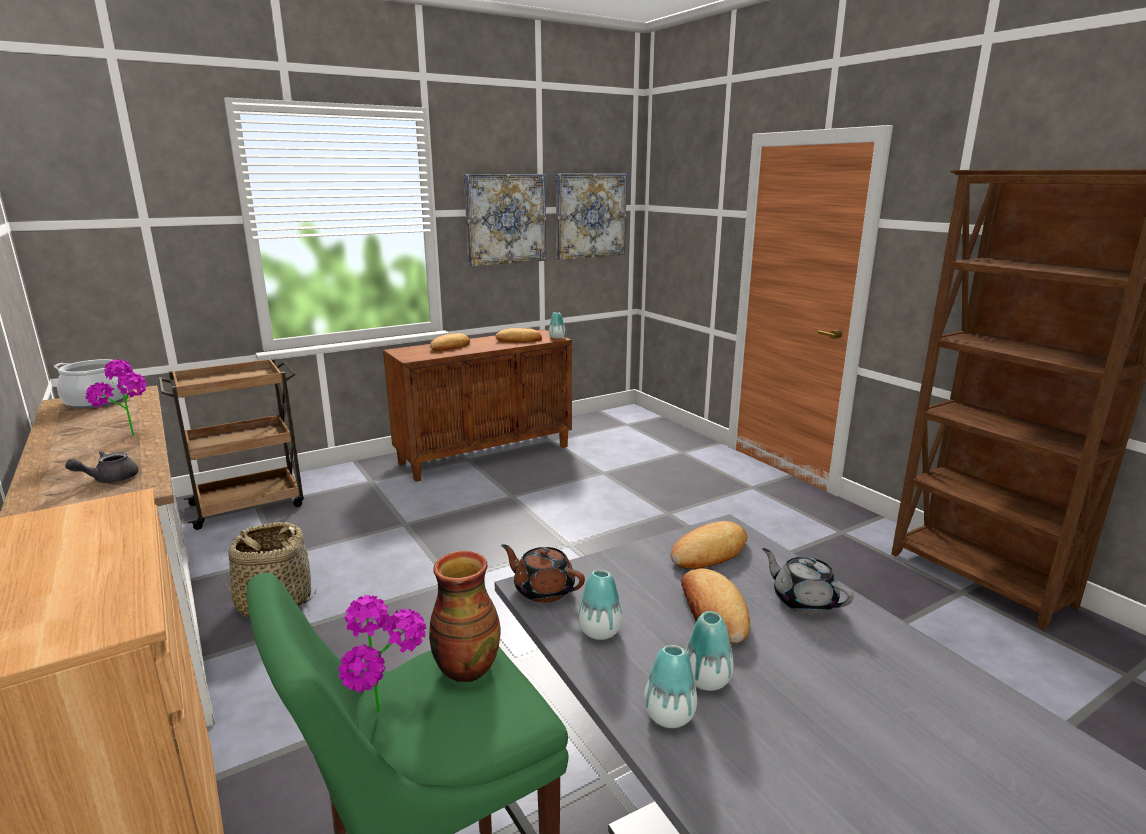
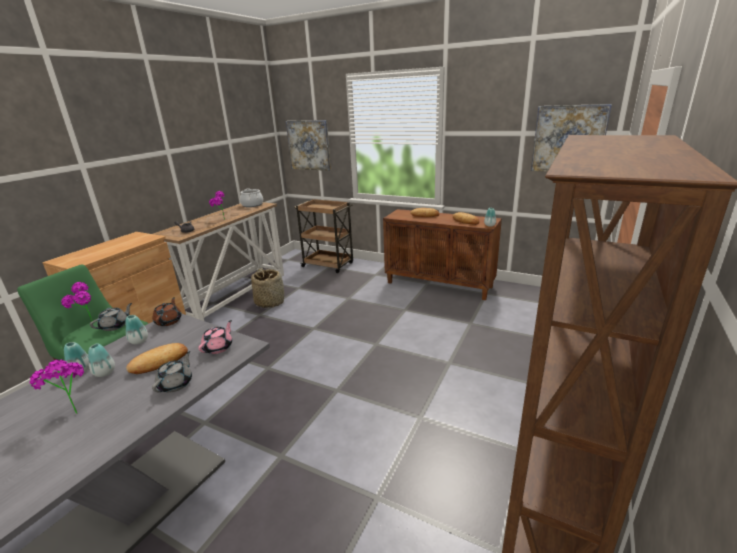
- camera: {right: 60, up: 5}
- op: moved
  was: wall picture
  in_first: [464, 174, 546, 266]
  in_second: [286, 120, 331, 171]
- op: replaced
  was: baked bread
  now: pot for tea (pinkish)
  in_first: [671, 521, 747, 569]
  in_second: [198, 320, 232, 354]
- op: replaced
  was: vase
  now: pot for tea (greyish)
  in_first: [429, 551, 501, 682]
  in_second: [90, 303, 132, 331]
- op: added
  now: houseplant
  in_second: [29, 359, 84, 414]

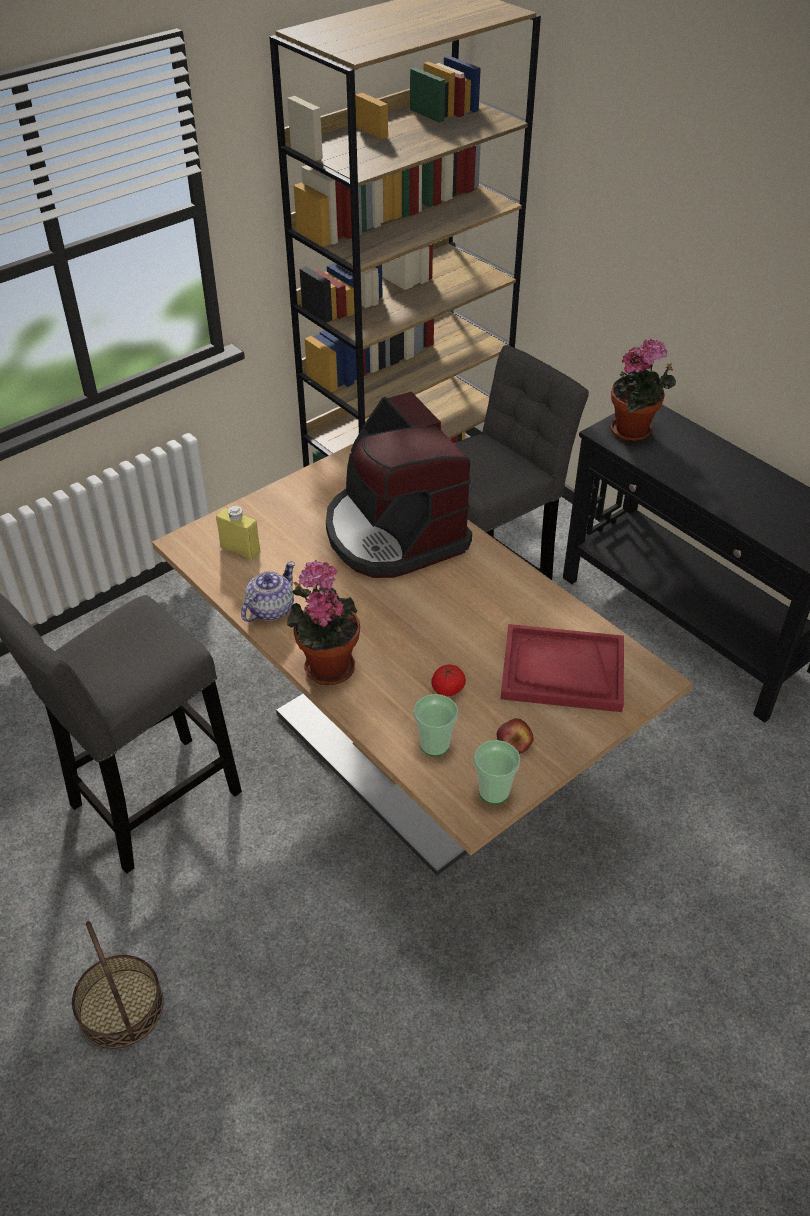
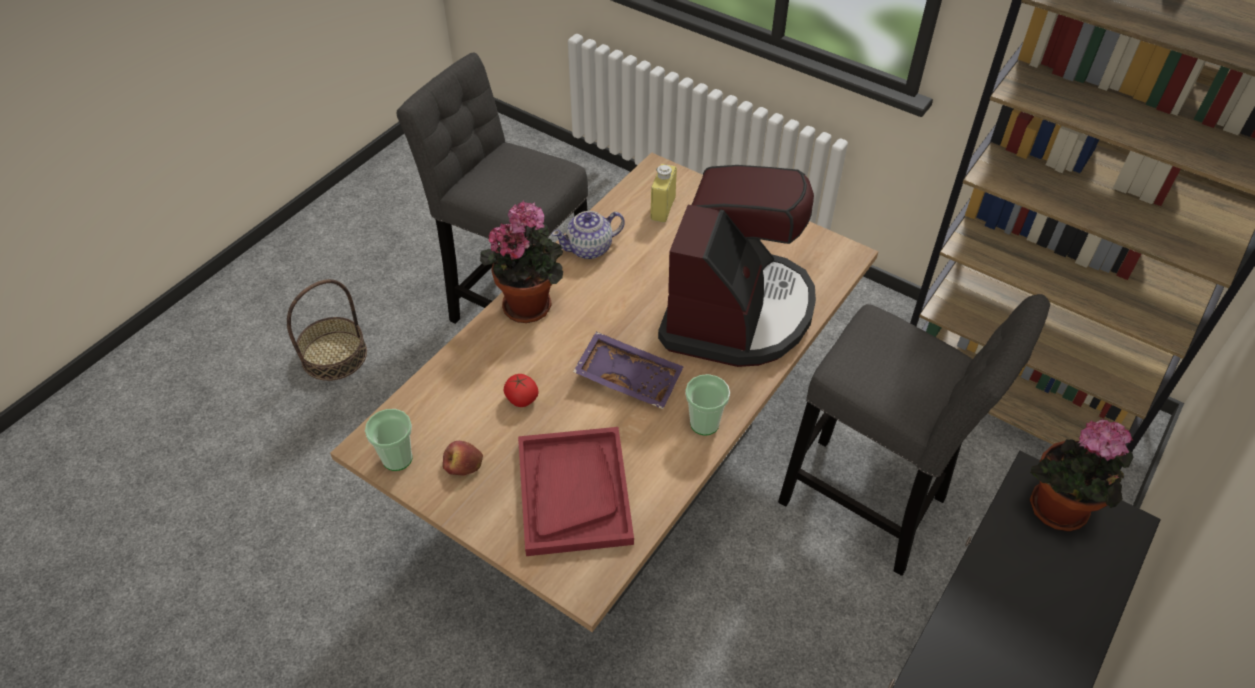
- camera: {right: 75, up: 5}
- op: turned
  was: coffee maker
  in_first: [326, 392, 472, 578]
  in_second: [658, 165, 816, 367]
  clockwise: 150
- op: turned
  was: pot for tea
  in_first: [241, 561, 295, 622]
  in_second: [552, 211, 625, 259]
  clockwise: 135
- op: moved
  was: small cup
  in_first: [414, 694, 458, 756]
  in_second: [685, 374, 730, 436]
- op: added
  now: serving tray (purple-coloured)
  in_second: [573, 331, 683, 409]

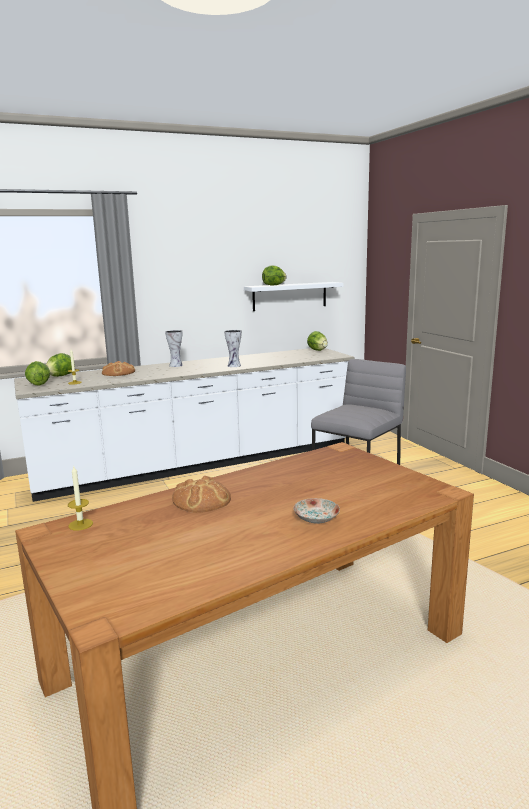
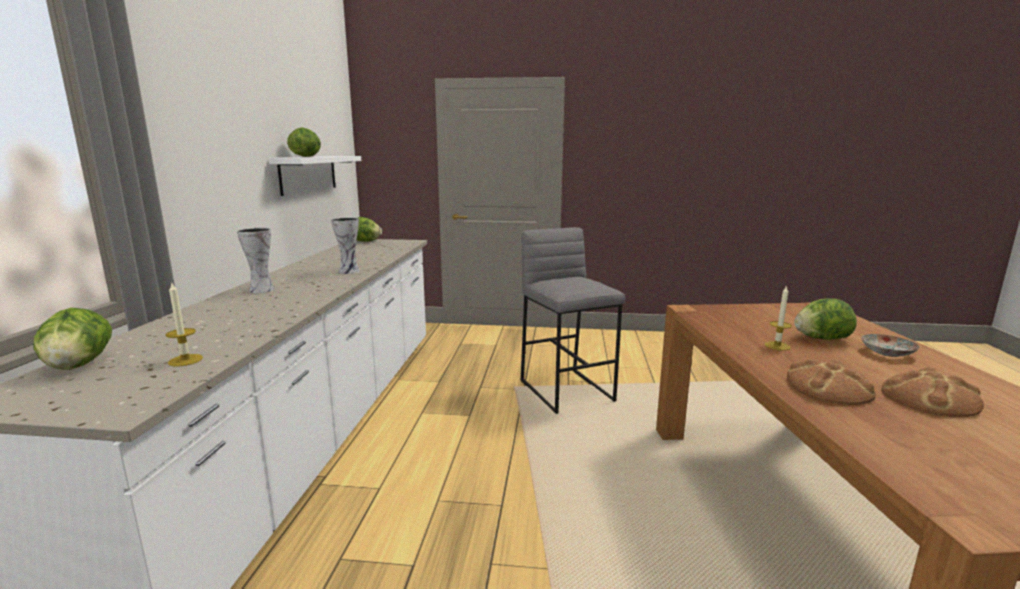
- camera: {right: -60, up: 0}
- op: moved
  was: lettuce
  in_first: [25, 361, 50, 386]
  in_second: [794, 298, 857, 340]
- op: moved
  was: baked bread
  in_first: [102, 361, 135, 376]
  in_second: [881, 367, 984, 417]
- op: moved
  was: wax candle
  in_first: [68, 466, 93, 530]
  in_second: [765, 285, 792, 351]

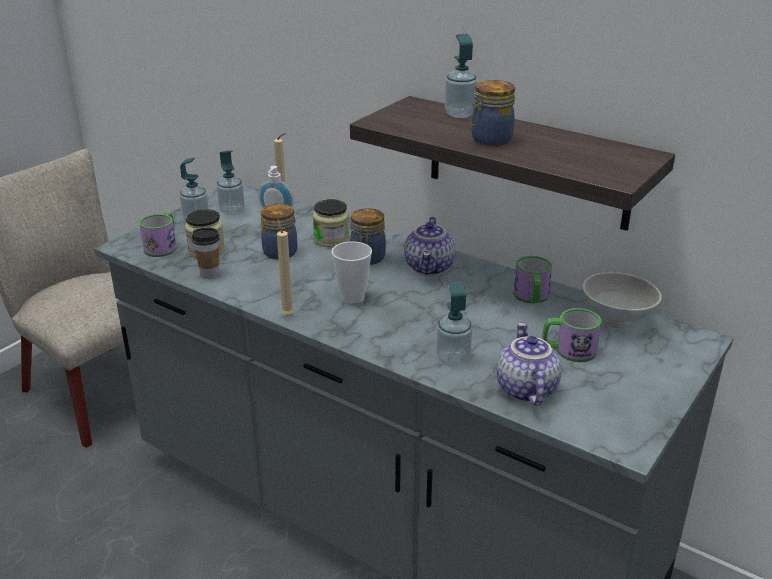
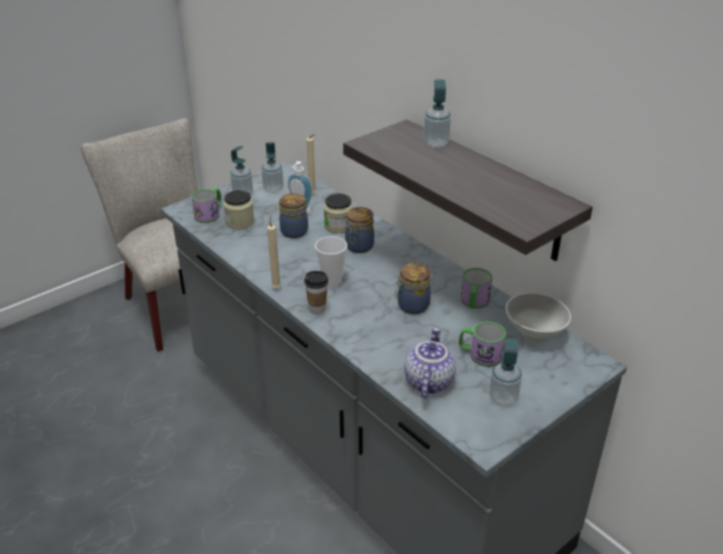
- camera: {right: 15, up: 5}
- op: moved
  was: storage jar
  in_first: [471, 80, 515, 146]
  in_second: [395, 263, 431, 314]
- op: removed
  was: pot for tea
  in_first: [404, 217, 456, 276]
- op: moved
  was: small cup
  in_first: [192, 228, 220, 279]
  in_second: [304, 271, 328, 315]
- op: moved
  was: soap dispenser
  in_first: [436, 281, 472, 367]
  in_second: [489, 338, 522, 407]

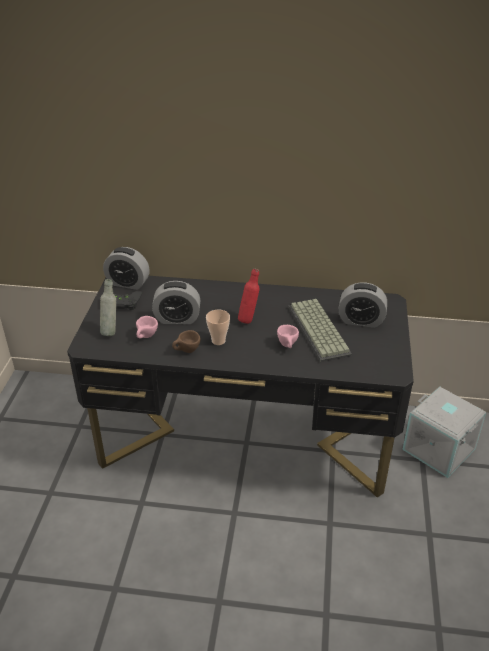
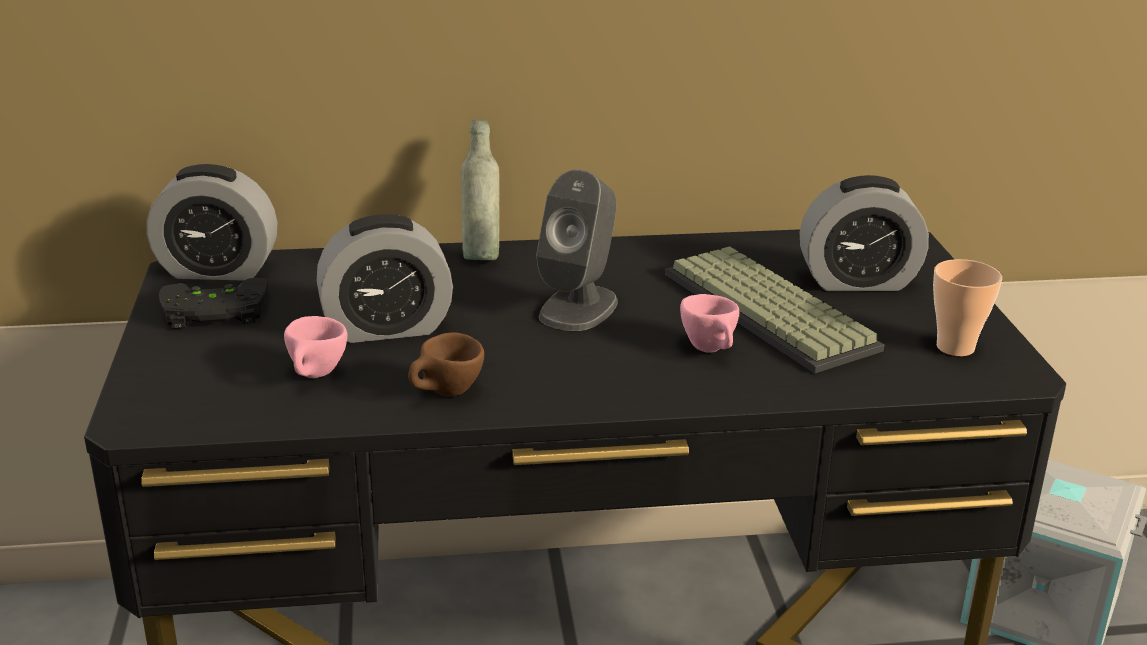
- camera: {right: -15, up: -10}
- op: replaced
  was: beverage bottle (red-coloured)
  now: loudspeaker (greyish)
  in_first: [238, 268, 260, 324]
  in_second: [536, 170, 618, 331]
- op: moved
  was: beverage bottle (greyish)
  in_first: [100, 279, 116, 336]
  in_second: [461, 120, 499, 260]
- op: moved
  was: small cup
  in_first: [206, 310, 230, 345]
  in_second: [933, 259, 1002, 356]

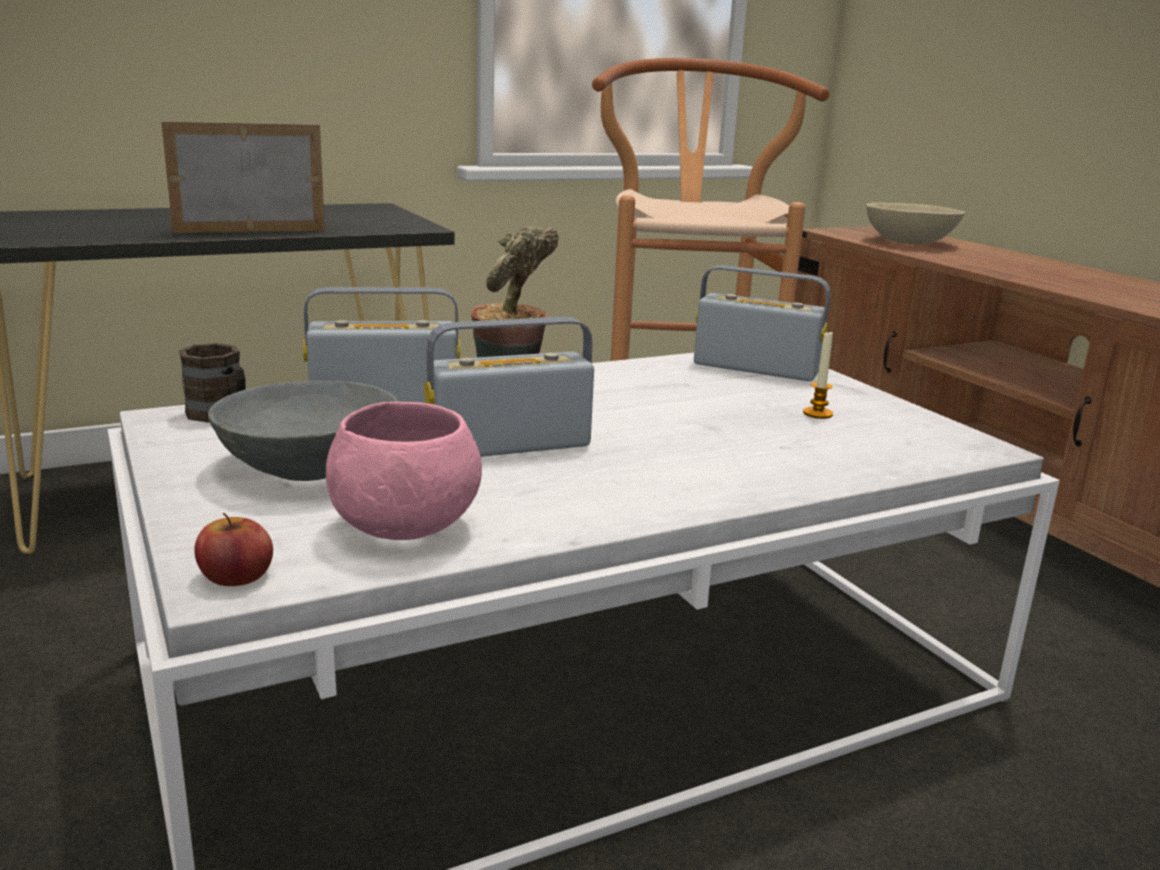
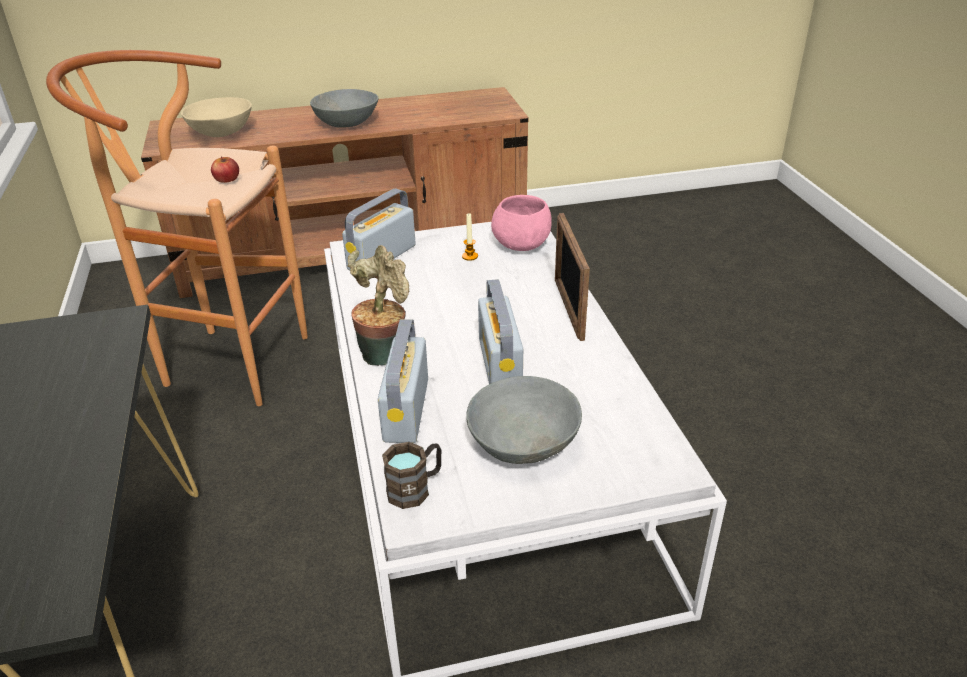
- camera: {right: -75, up: 15}
- op: moved
  was: standing frame
  in_first: [162, 122, 325, 233]
  in_second: [555, 213, 590, 341]
- op: moved
  was: bowl (pinkish)
  in_first: [326, 402, 482, 540]
  in_second: [491, 195, 552, 251]
- op: moved
  was: apple
  in_first: [194, 513, 273, 586]
  in_second: [211, 156, 239, 183]
- op: added
  now: bowl (greyish)
  in_second: [310, 89, 379, 128]

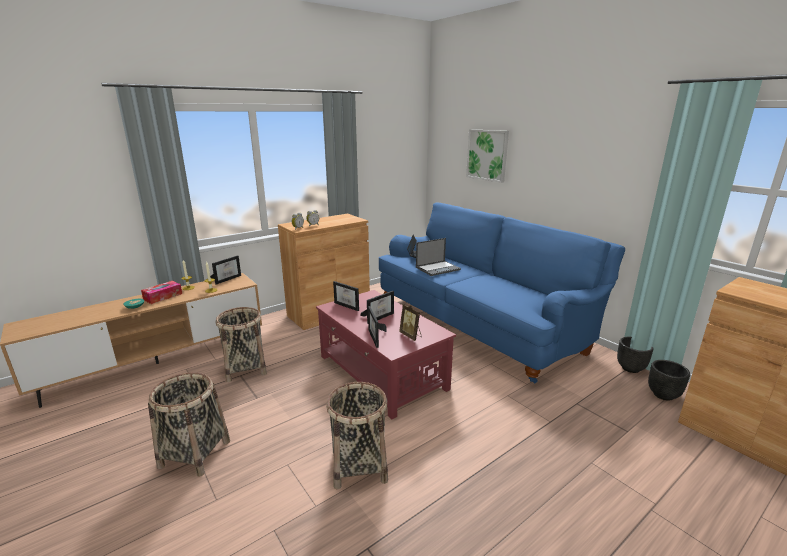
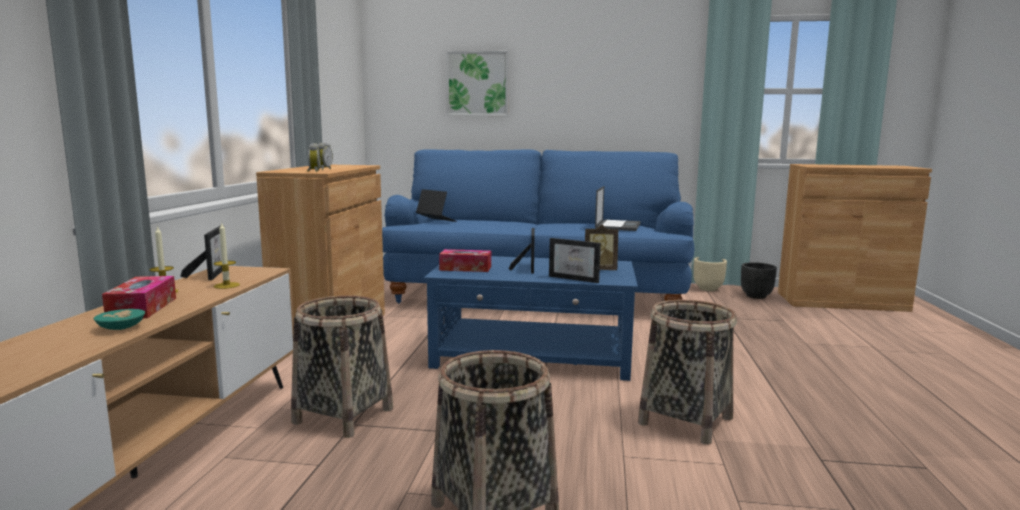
- camera: {right: -45, up: -10}
- op: moved
  was: portable computer
  in_first: [416, 238, 461, 276]
  in_second: [595, 186, 641, 231]
- op: replaced
  was: standing frame
  now: tissue box
  in_first: [333, 281, 359, 311]
  in_second: [439, 249, 491, 272]
- op: recoloured
  was: coffee table (red-coloured)
  now: coffee table (bluish)
  in_first: [316, 290, 456, 419]
  in_second: [424, 256, 638, 381]
- op: recoloured
  was: planter (blackish)
  now: planter (beige-coloured)
  in_first: [617, 337, 654, 373]
  in_second: [693, 257, 727, 291]

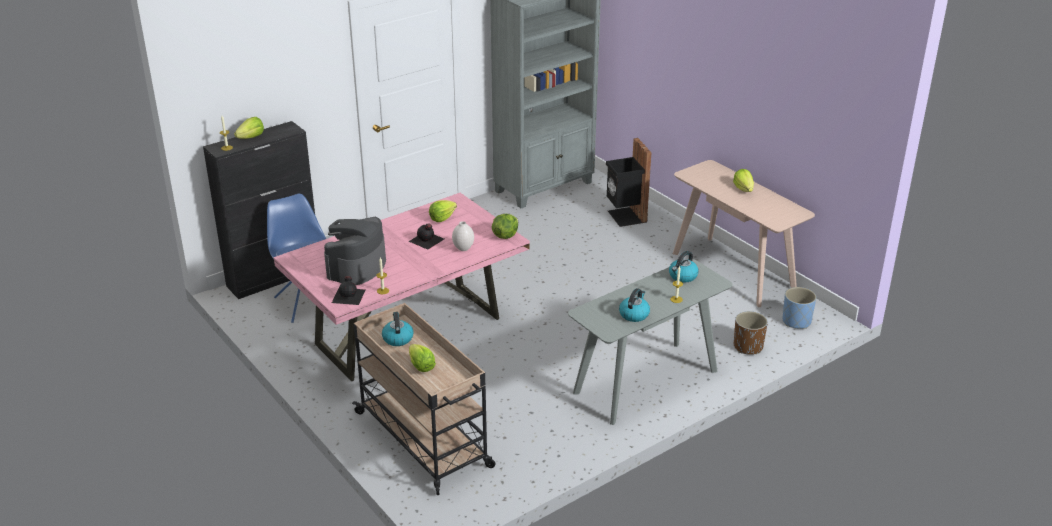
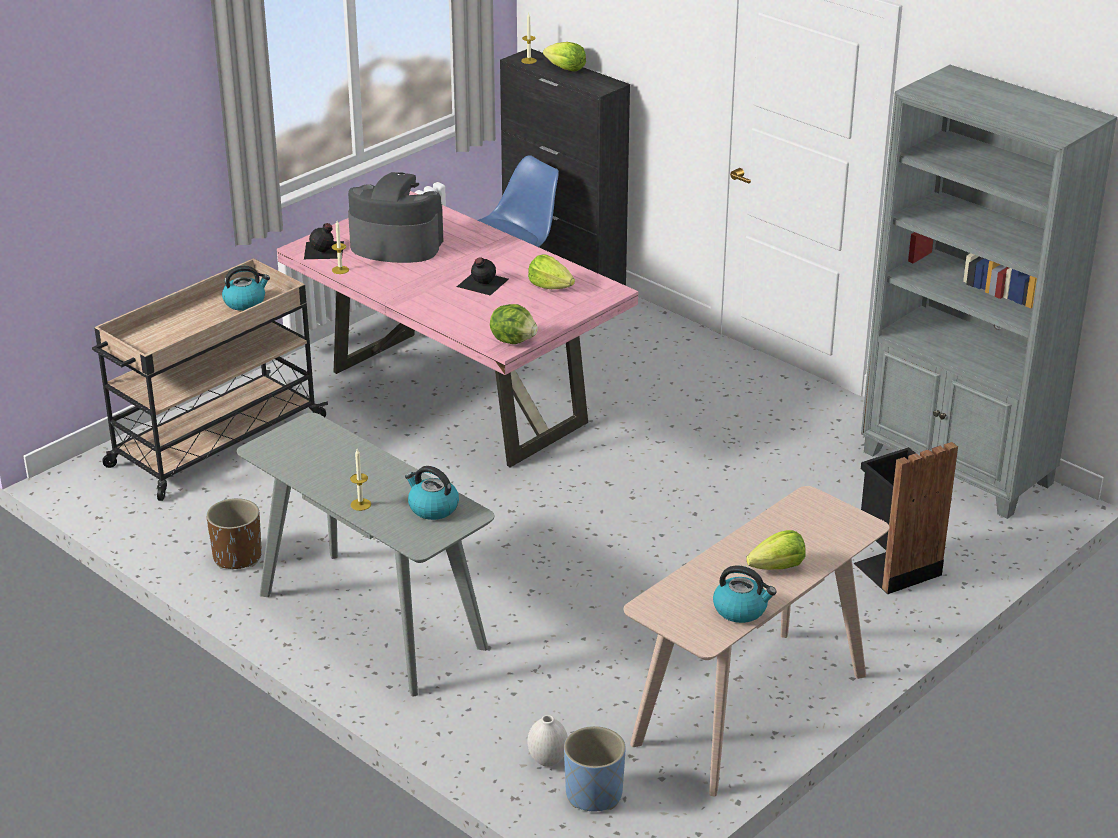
- camera: {right: 80, up: 0}
- op: moved
  was: vase (white-coloured)
  in_first: [452, 221, 474, 251]
  in_second: [528, 715, 568, 767]
- op: moved
  was: water kettle
  in_first: [619, 288, 650, 322]
  in_second: [713, 566, 776, 623]
- op: moved
  was: planter (brown)
  in_first: [734, 311, 768, 355]
  in_second: [206, 498, 262, 569]
- op: removed
  was: lettuce
  in_first: [409, 344, 436, 372]

